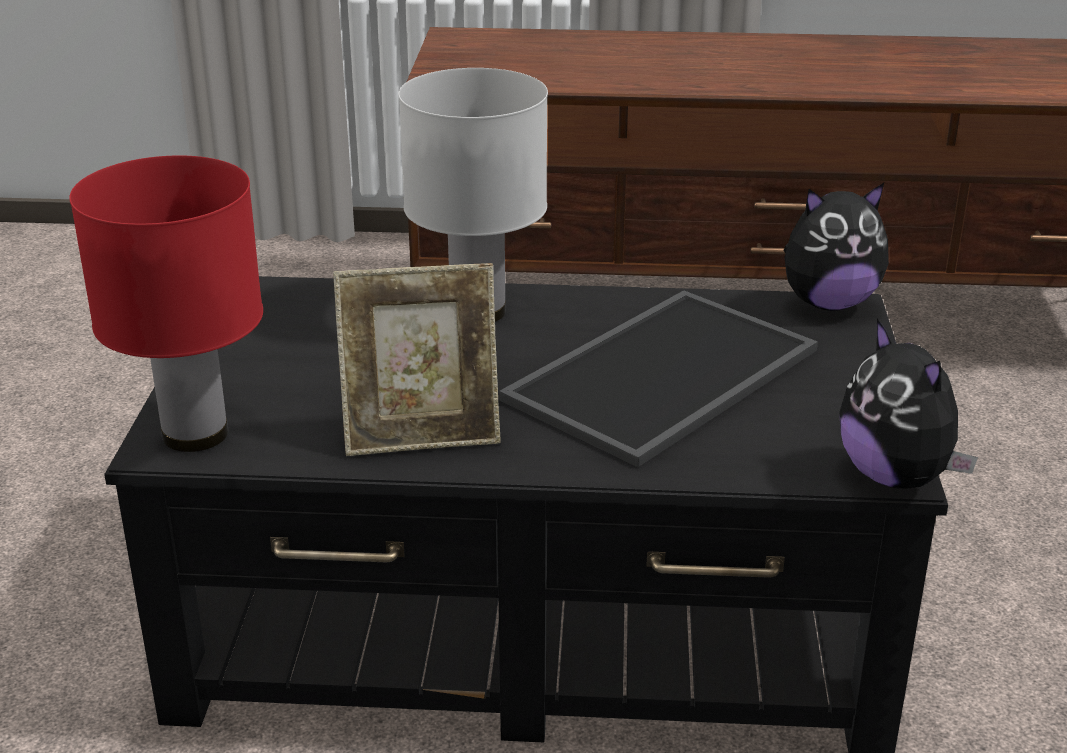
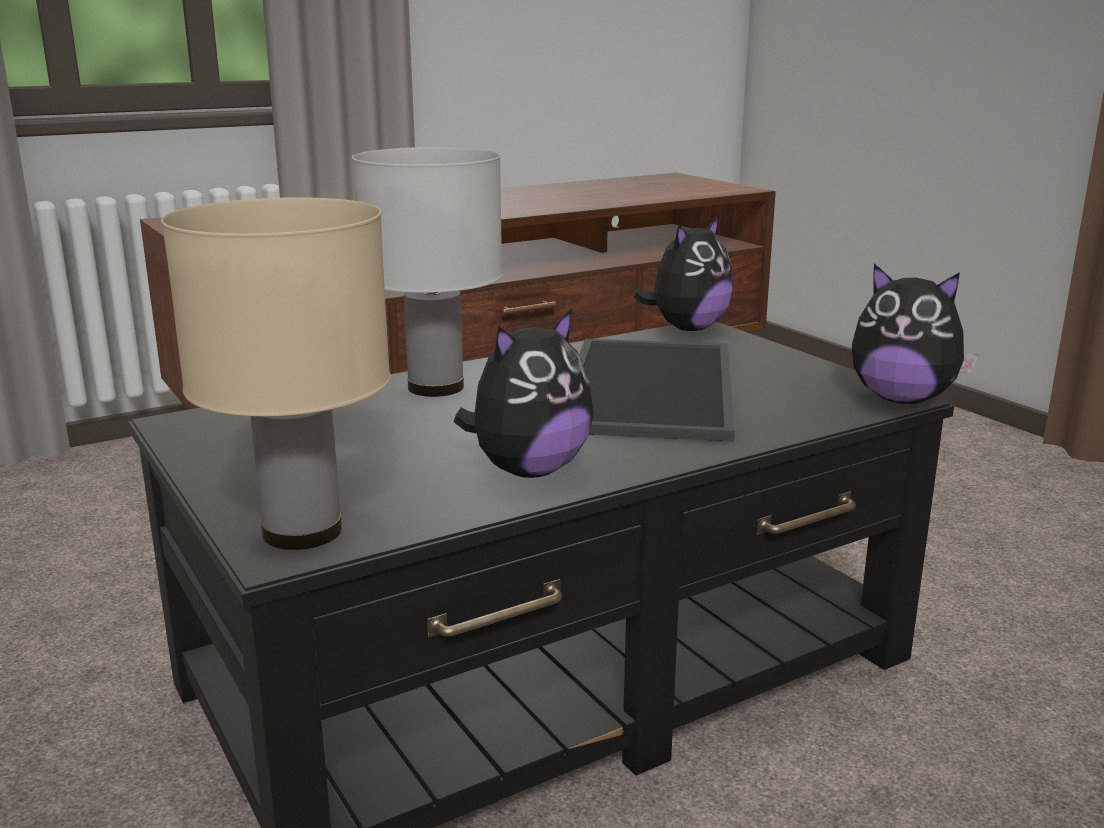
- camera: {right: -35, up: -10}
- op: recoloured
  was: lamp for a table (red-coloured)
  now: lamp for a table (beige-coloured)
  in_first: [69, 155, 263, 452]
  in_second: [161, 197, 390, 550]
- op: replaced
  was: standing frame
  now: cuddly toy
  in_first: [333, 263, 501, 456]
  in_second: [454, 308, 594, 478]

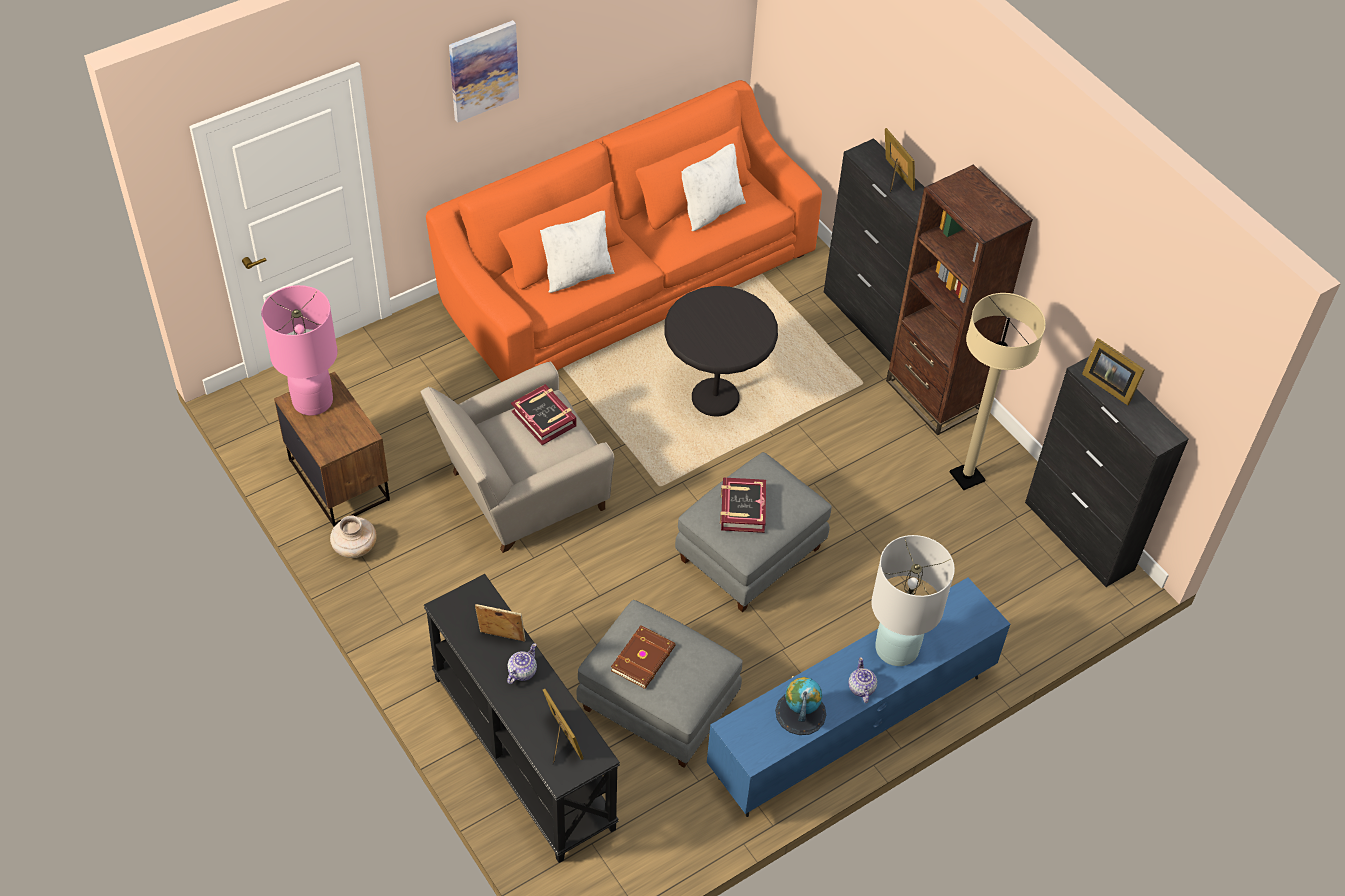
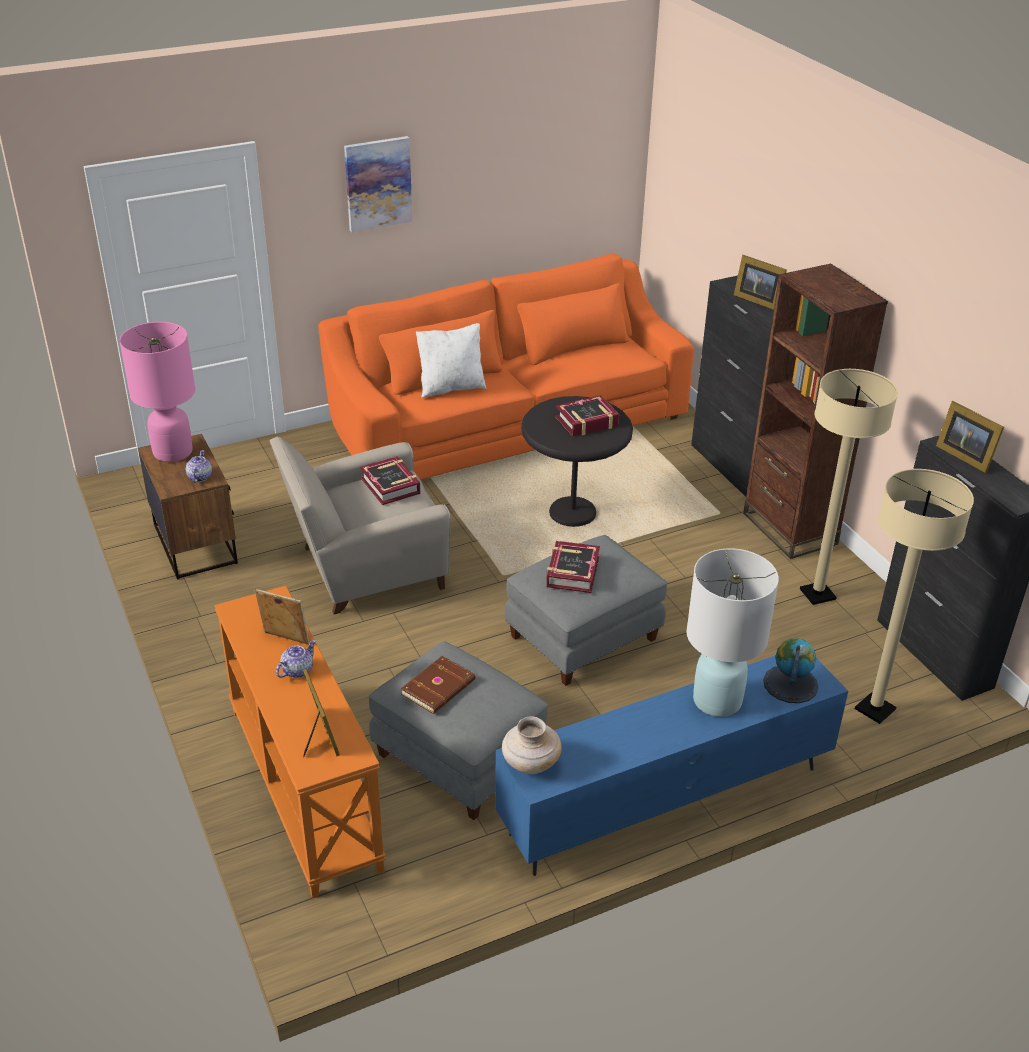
- camera: {right: 10, up: -15}
- op: turned
  was: standing frame
  in_first: [885, 128, 915, 192]
  in_second: [734, 255, 787, 310]
  clockwise: 150
- op: removed
  was: cushion (white-coloured)
  in_first: [681, 143, 746, 231]
- op: moved
  was: vase (beige-coloured)
  in_first: [330, 516, 377, 558]
  in_second: [502, 716, 562, 774]
- op: recoloured
  was: console table (blackish)
  now: console table (orange-coloured)
  in_first: [424, 574, 620, 863]
  in_second: [214, 586, 386, 898]
- op: moved
  was: pot for tea
  in_first: [849, 657, 877, 703]
  in_second: [186, 450, 212, 483]
- op: moved
  was: world globe
  in_first: [775, 677, 826, 735]
  in_second: [763, 638, 818, 703]
- op: added
  now: bound book
  in_second: [555, 395, 619, 436]
- op: added
  now: standard lamp (beige-coloured)
  in_second: [855, 469, 974, 724]

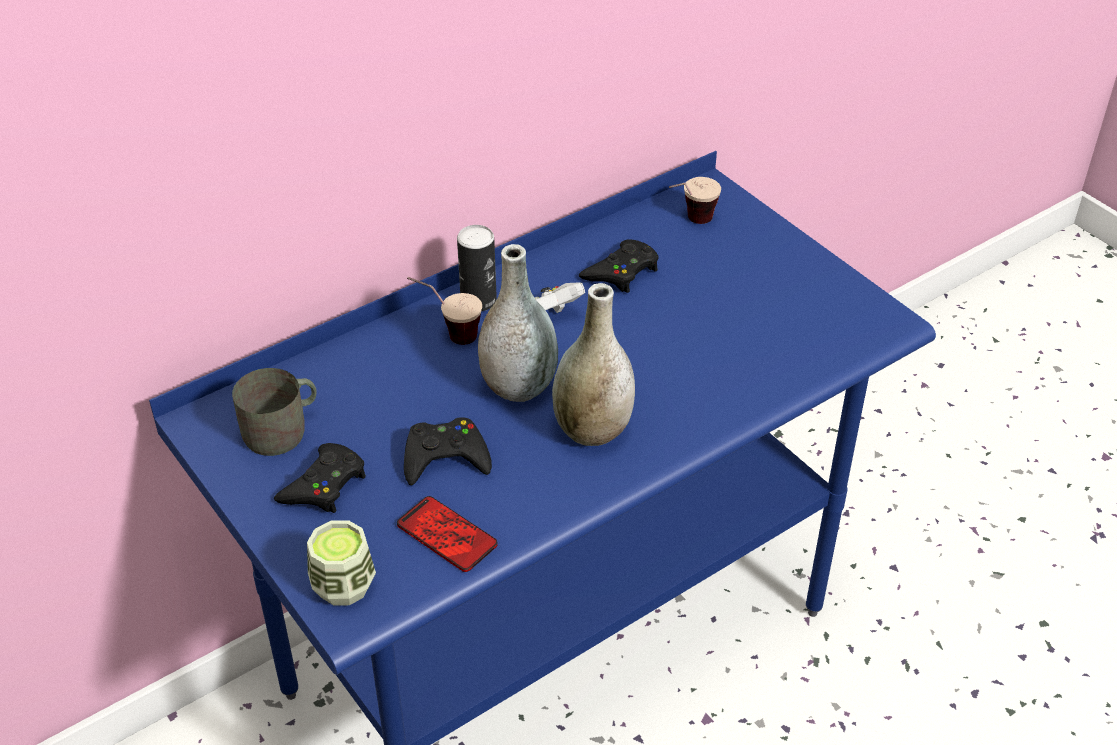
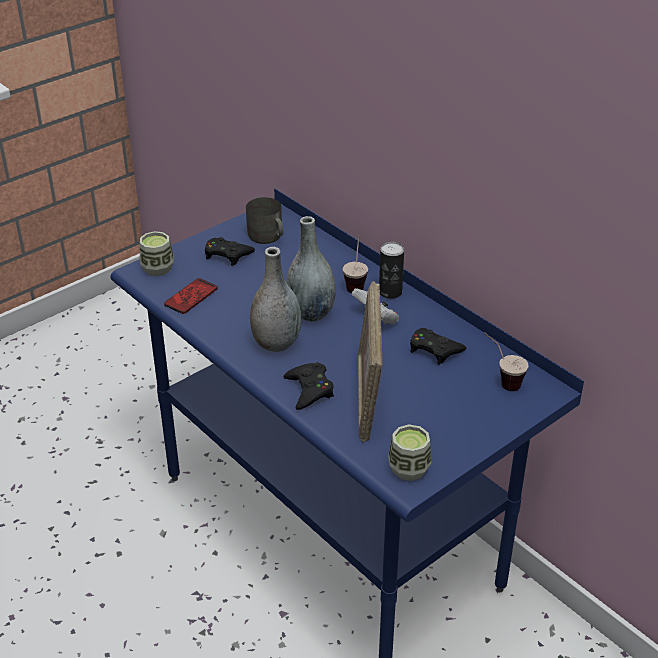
- camera: {right: 85, up: -5}
- op: moved
  was: game controller (blackish)
  in_first: [404, 417, 492, 485]
  in_second: [284, 362, 334, 410]
- op: added
  now: standing frame
  in_second: [358, 281, 383, 443]
- op: added
  now: small cup
  in_second: [388, 425, 431, 481]

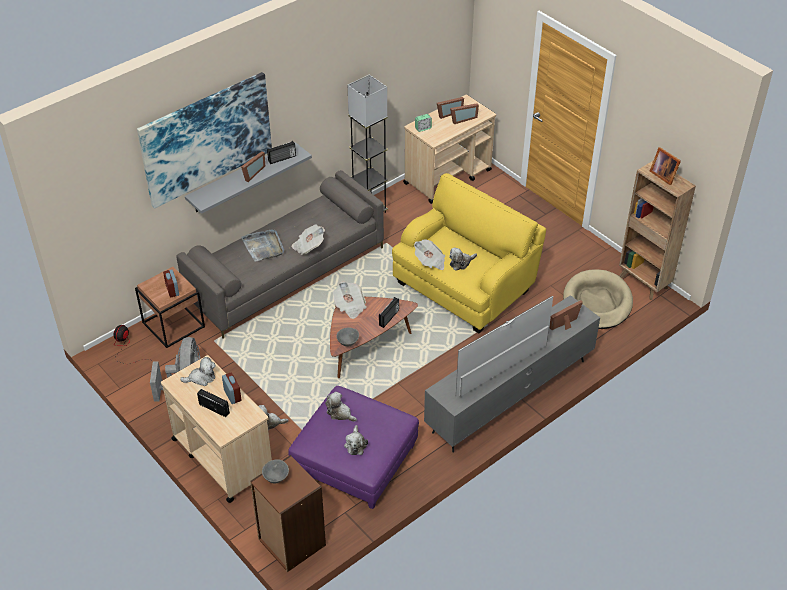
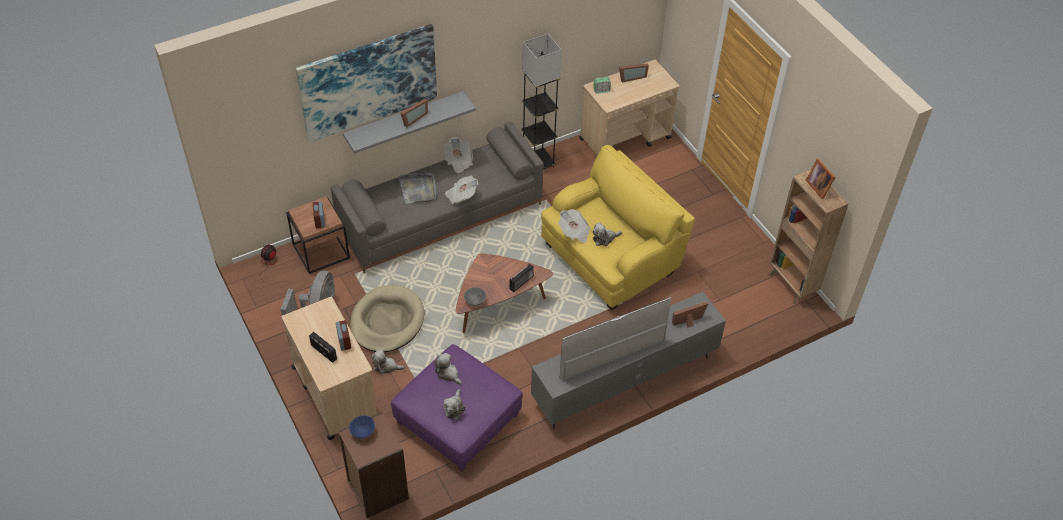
- camera: {right: 10, up: 5}
- op: removed
  was: standing frame
  in_first: [450, 104, 479, 124]
- op: removed
  was: radio set
  in_first: [267, 141, 296, 164]
- op: moved
  was: dog cushion (beige-coloured)
  in_first: [563, 270, 633, 329]
  in_second: [350, 285, 424, 352]
- op: moved
  was: printed paper
  in_first: [333, 281, 367, 319]
  in_second: [443, 137, 473, 173]
- op: removed
  was: cuddly toy
  in_first: [180, 357, 216, 386]
- op: recoloured
  was: bowl (greyish)
  now: bowl (bluish)
  in_first: [262, 459, 289, 483]
  in_second: [349, 415, 375, 438]

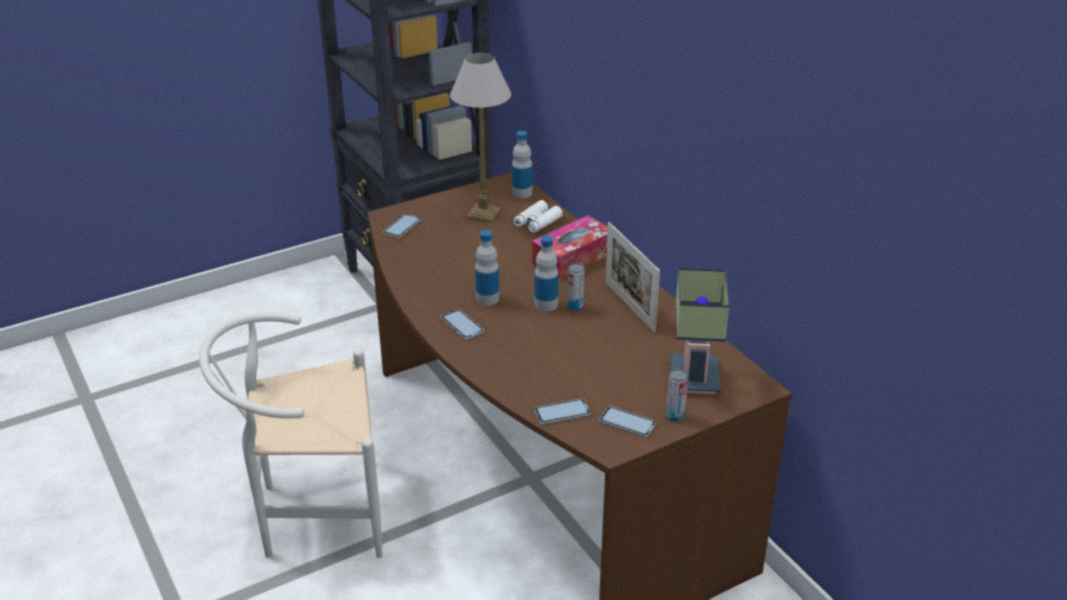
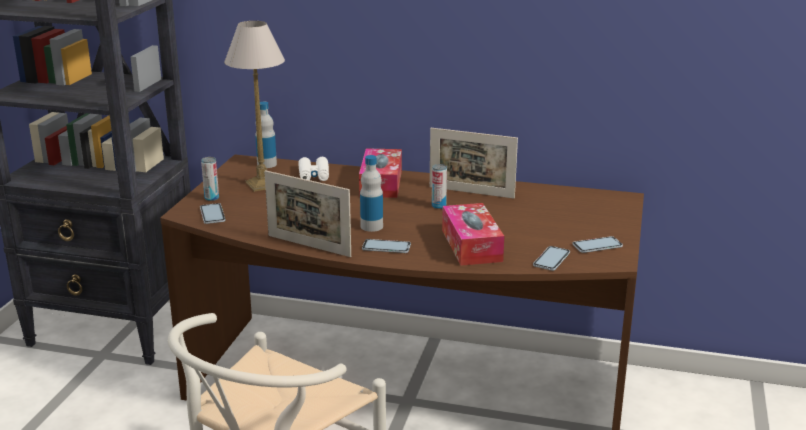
- camera: {right: -45, up: -10}
- op: removed
  was: beverage bottle
  in_first: [535, 235, 558, 311]
- op: removed
  was: lamp for a table
  in_first: [670, 267, 730, 394]
- op: moved
  was: sealed can
  in_first: [666, 369, 688, 421]
  in_second: [201, 157, 219, 201]
- op: added
  now: standing frame
  in_second: [264, 170, 351, 257]
- op: added
  now: tissue box
  in_second: [442, 203, 504, 266]

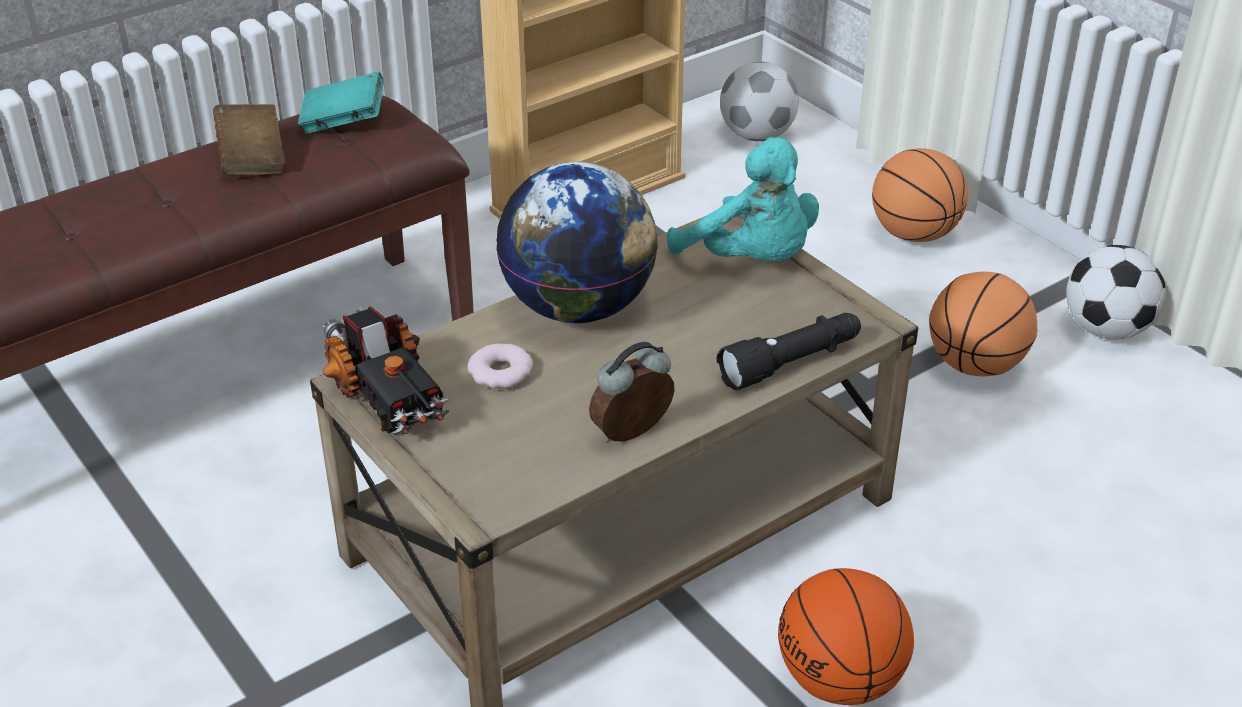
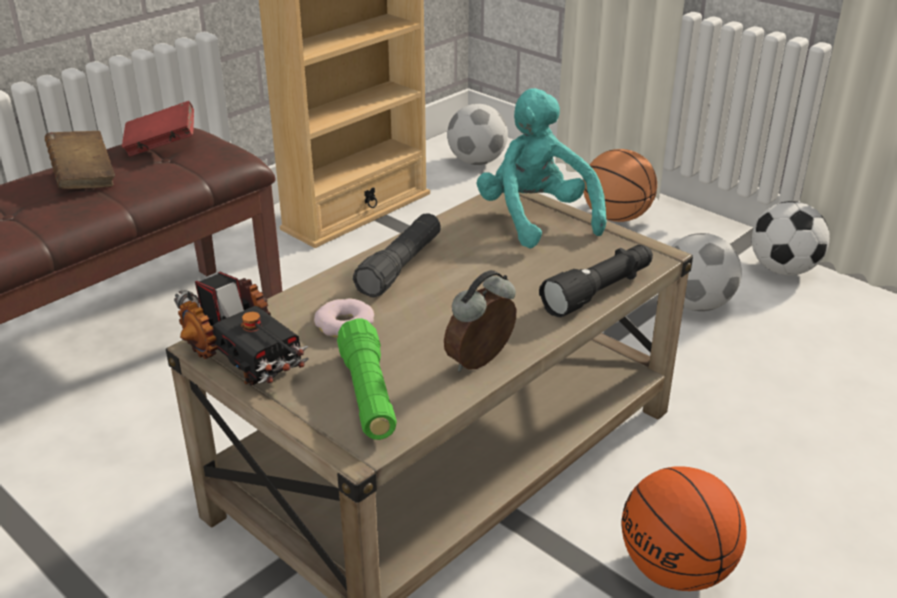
- camera: {right: -10, up: -5}
- op: recoloured
  was: bound book (turquoise)
  now: bound book (red-coloured)
  in_first: [298, 71, 384, 134]
  in_second: [122, 101, 194, 156]
- op: turned
  was: cuddly toy (turquoise)
  in_first: [667, 137, 819, 261]
  in_second: [476, 88, 607, 248]
  clockwise: -150
- op: replaced
  was: world globe
  now: torch (blackish)
  in_first: [496, 162, 658, 323]
  in_second: [353, 214, 441, 298]
- op: replaced
  was: basketball ball
  now: football ball
  in_first: [929, 272, 1037, 376]
  in_second: [672, 233, 742, 311]
- op: added
  now: torch (green)
  in_second: [337, 318, 397, 440]

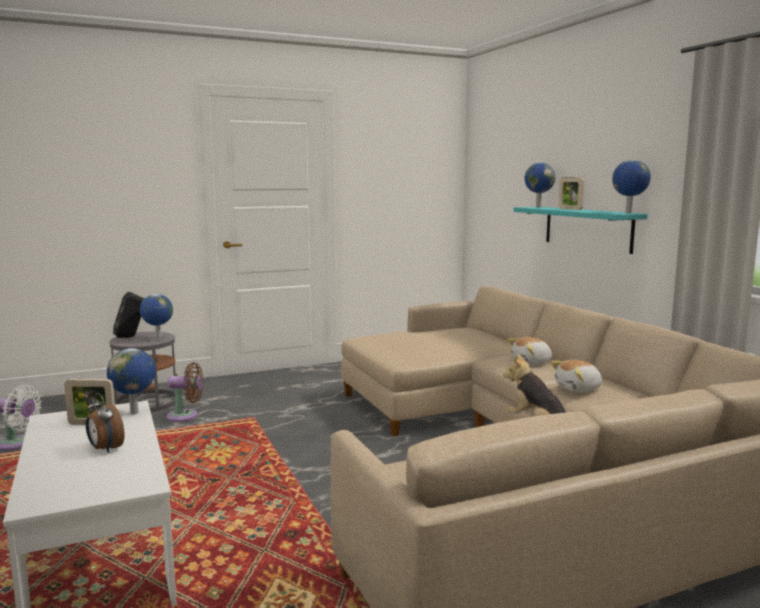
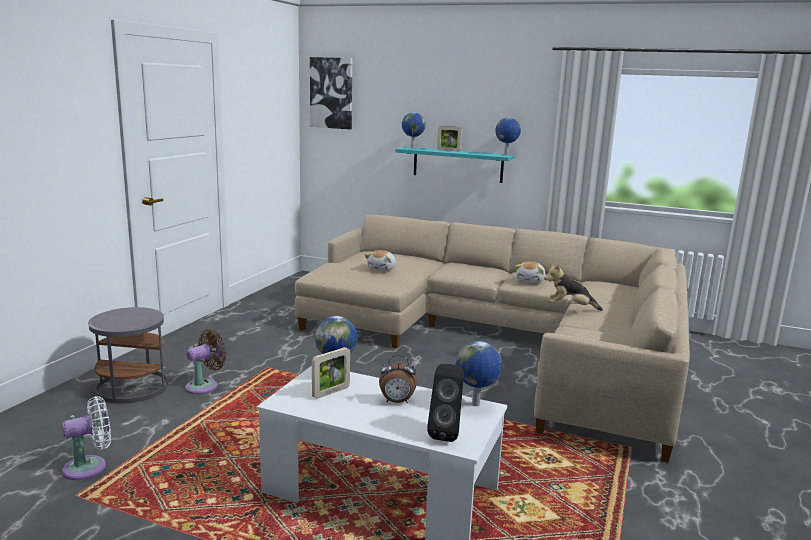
- camera: {right: -45, up: 5}
- op: moved
  was: loudspeaker (blackish)
  in_first: [113, 292, 144, 338]
  in_second: [427, 364, 464, 442]
- op: moved
  was: world globe
  in_first: [140, 294, 173, 340]
  in_second: [456, 341, 502, 406]
- op: moved
  was: cuddly toy
  in_first: [508, 337, 552, 365]
  in_second: [365, 250, 396, 271]
- op: added
  now: wall picture
  in_second: [310, 57, 352, 129]

